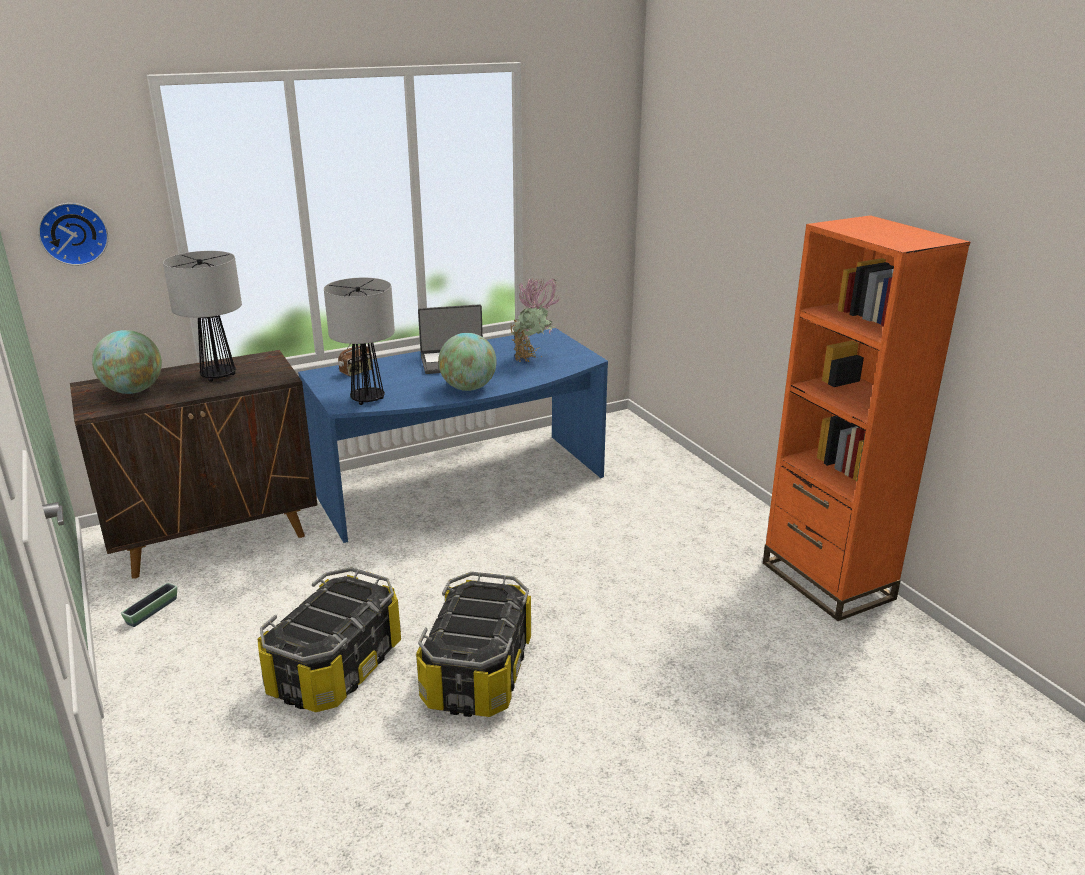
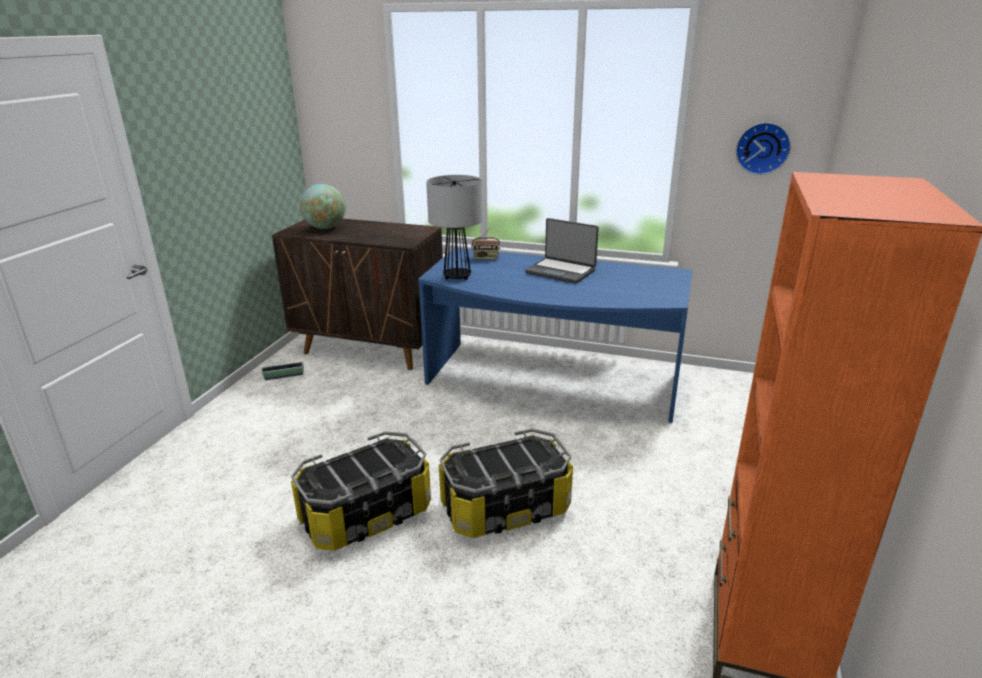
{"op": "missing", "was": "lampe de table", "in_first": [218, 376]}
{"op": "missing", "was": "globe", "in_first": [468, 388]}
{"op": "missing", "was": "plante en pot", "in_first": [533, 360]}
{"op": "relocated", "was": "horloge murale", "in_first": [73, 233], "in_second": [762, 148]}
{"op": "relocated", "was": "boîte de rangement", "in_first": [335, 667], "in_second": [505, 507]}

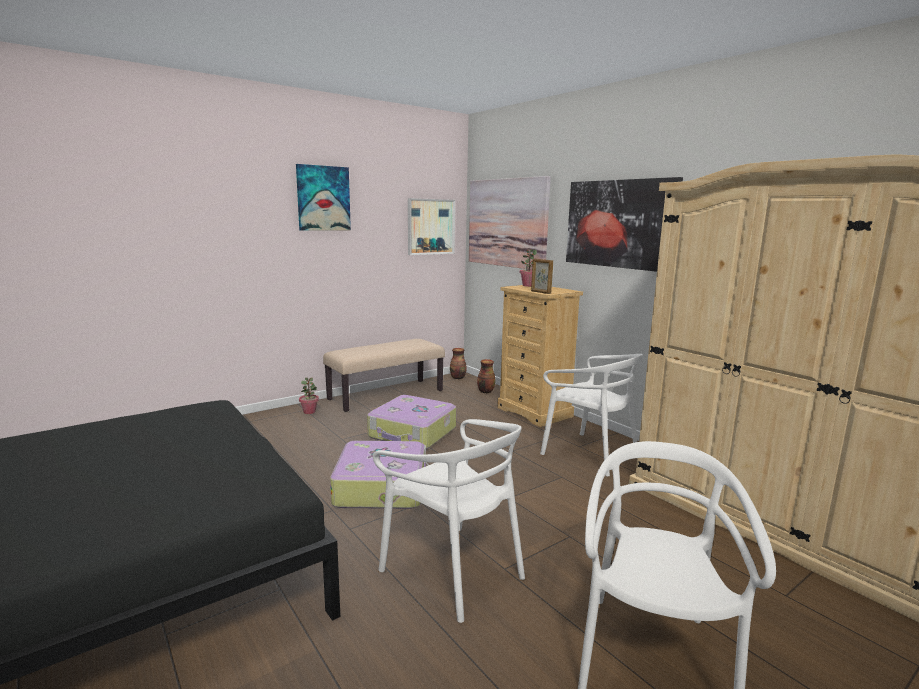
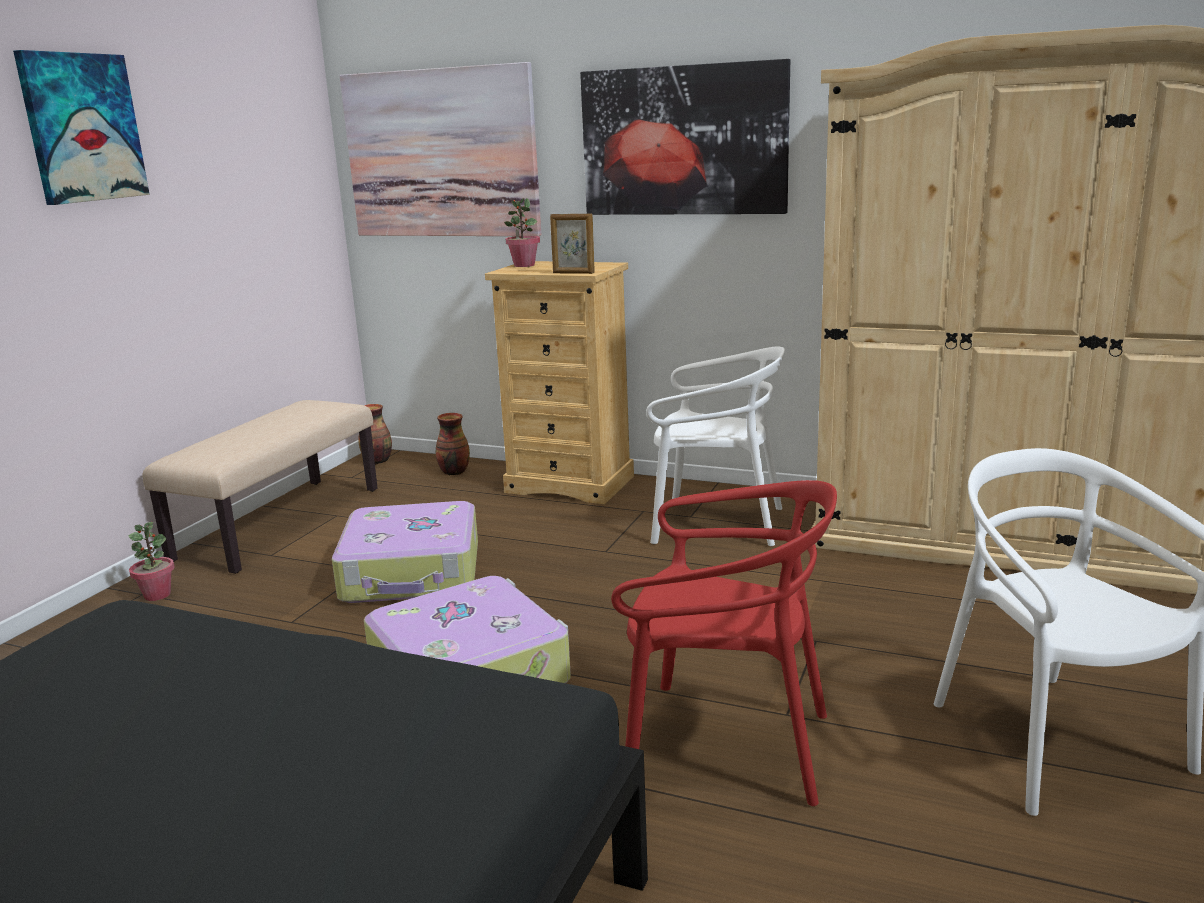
{"op": "missing", "was": "tableau", "in_first": [430, 226]}
{"op": "colour", "was": "chaise (blanc)", "now": "chaise (rouge)", "in_first": [453, 571], "in_second": [726, 746]}

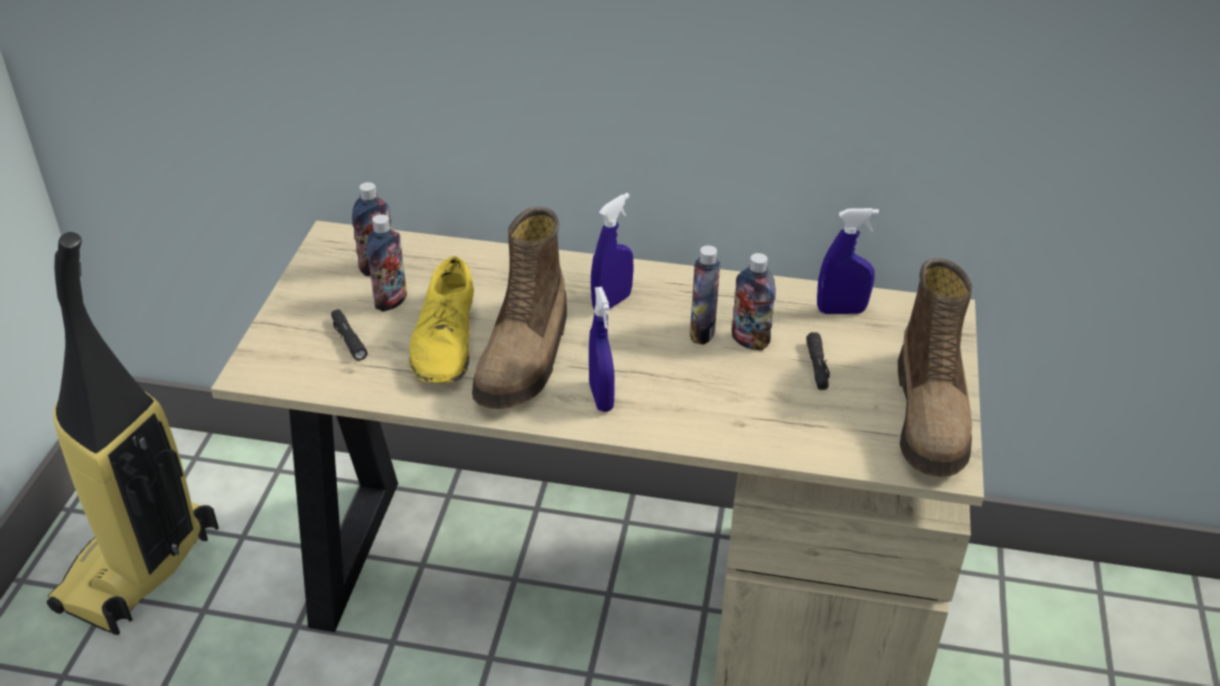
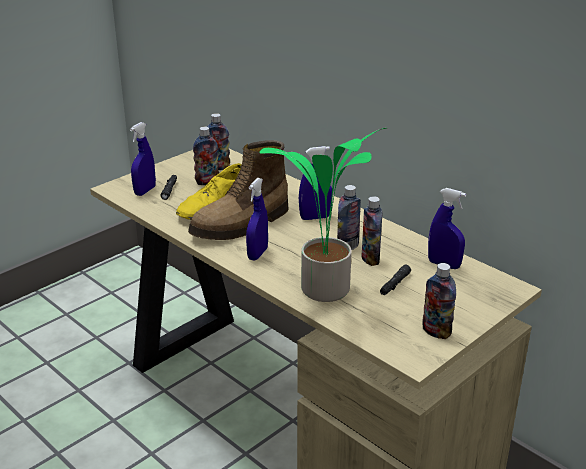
{"op": "missing", "was": "aspirateur", "in_first": [140, 571]}
{"op": "appeared", "now": "vaporisateur (bleu)", "in_second": [145, 191]}
{"op": "appeared", "now": "plante en pot", "in_second": [323, 292]}
{"op": "exchanged", "was": "botte", "now": "bouteille", "in_first": [931, 416], "in_second": [436, 332]}

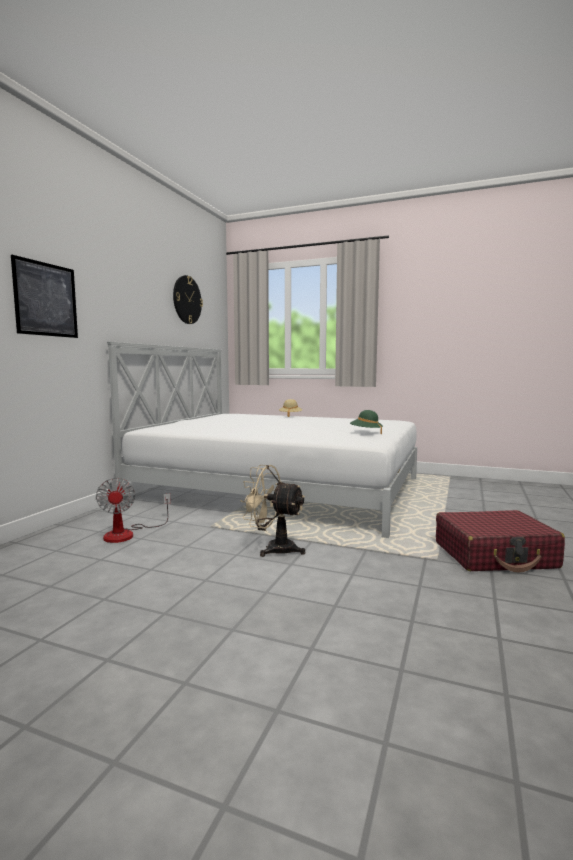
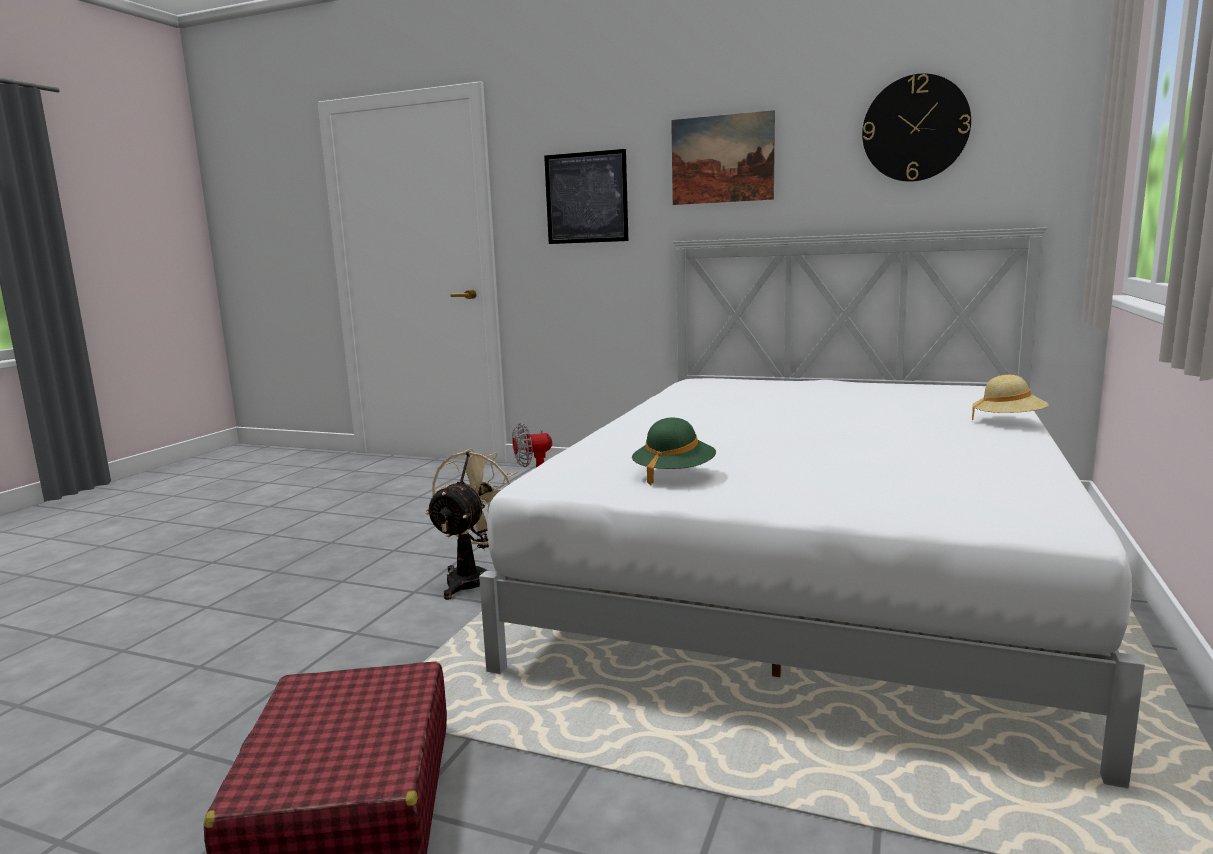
{"op": "appeared", "now": "tableau", "in_second": [722, 159]}

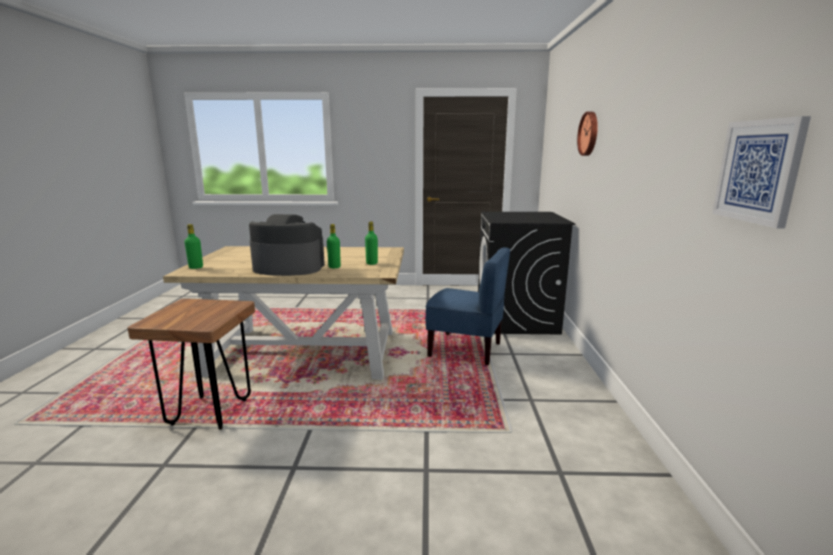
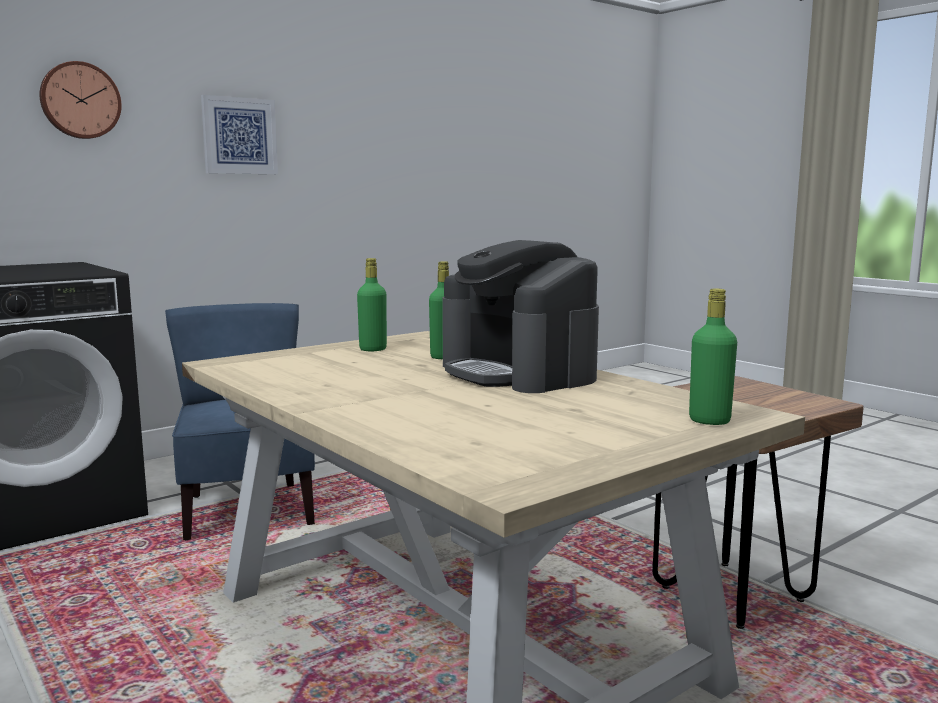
{"op": "relocated", "was": "tableau", "in_first": [758, 171], "in_second": [239, 136]}

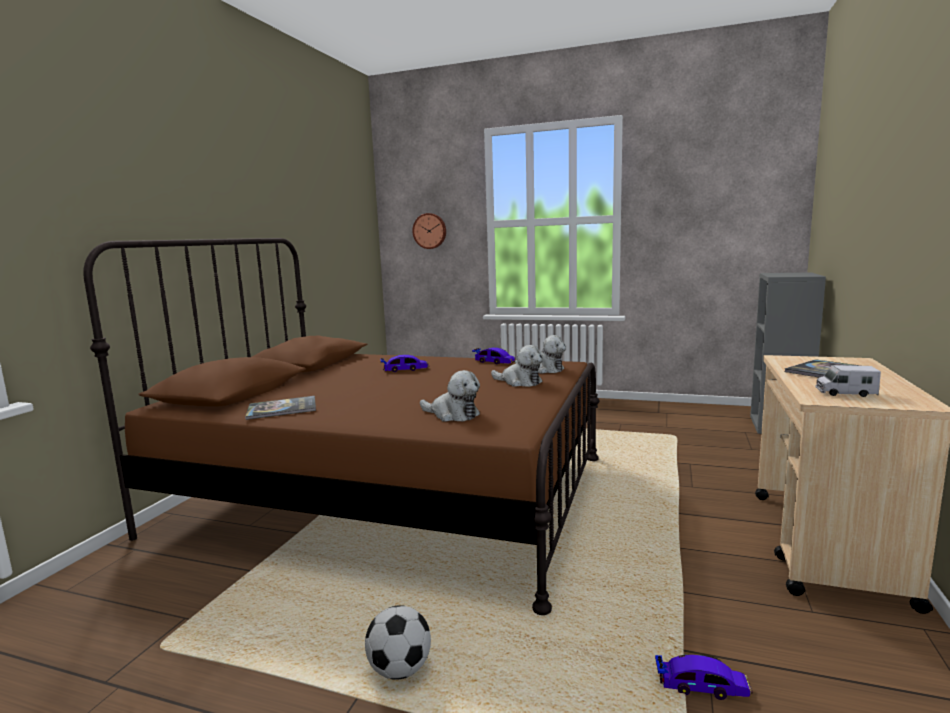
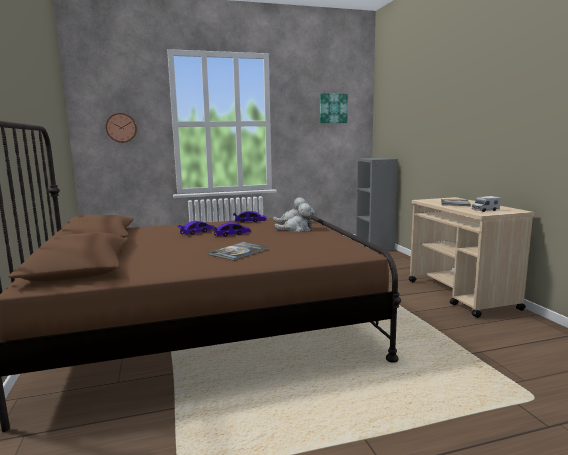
{"op": "missing", "was": "ballon de foot", "in_first": [400, 669]}
{"op": "missing", "was": "peluche", "in_first": [452, 415]}
{"op": "appeared", "now": "tableau", "in_second": [333, 108]}
{"op": "relocated", "was": "livre", "in_first": [282, 409], "in_second": [238, 252]}
{"op": "relocated", "was": "petite voiture", "in_first": [702, 686], "in_second": [231, 234]}

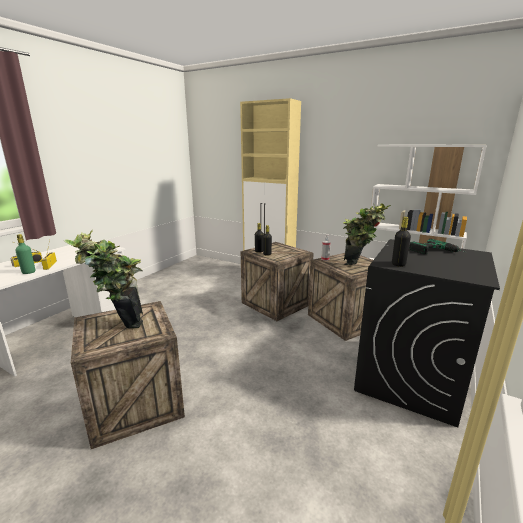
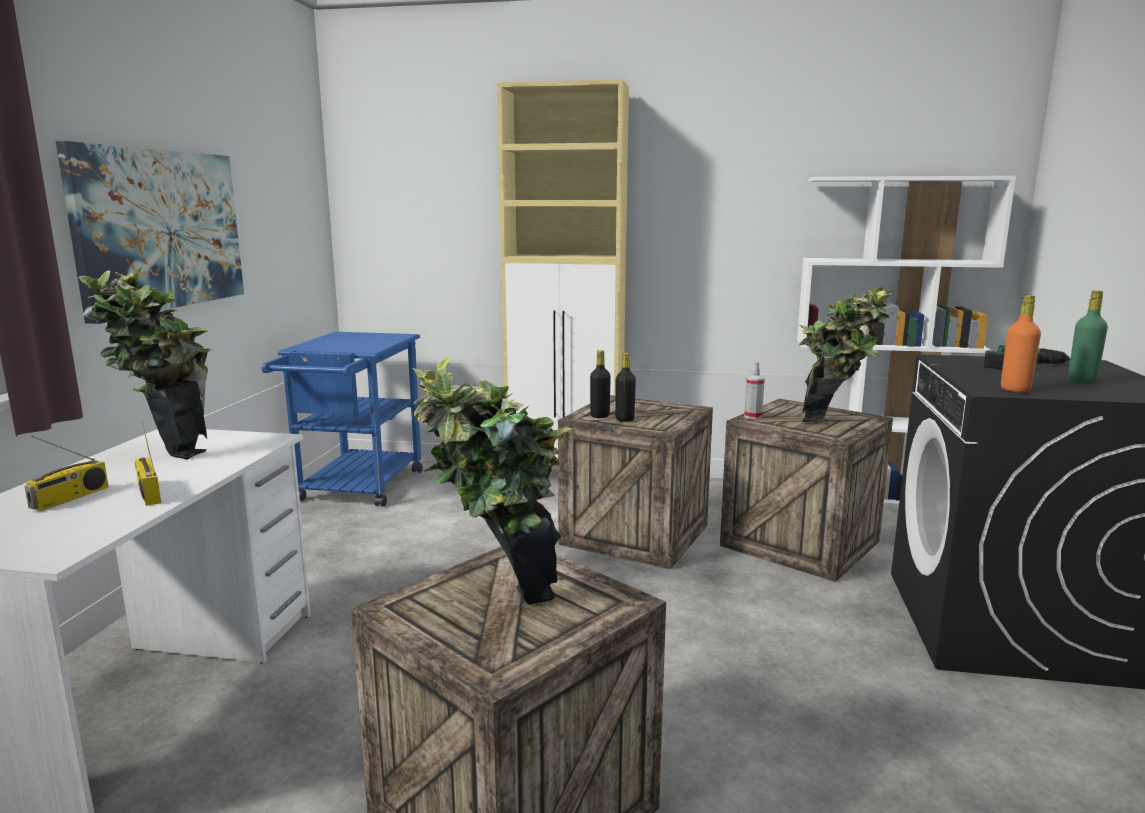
{"op": "appeared", "now": "tableau", "in_second": [161, 230]}
{"op": "appeared", "now": "plante en pot", "in_second": [165, 452]}
{"op": "appeared", "now": "chariot (bleu)", "in_second": [356, 489]}
{"op": "relocated", "was": "bouteille (vert)", "in_first": [28, 272], "in_second": [1081, 381]}
{"op": "colour", "was": "bouteille (noir)", "now": "bouteille (orange)", "in_first": [398, 264], "in_second": [1015, 389]}

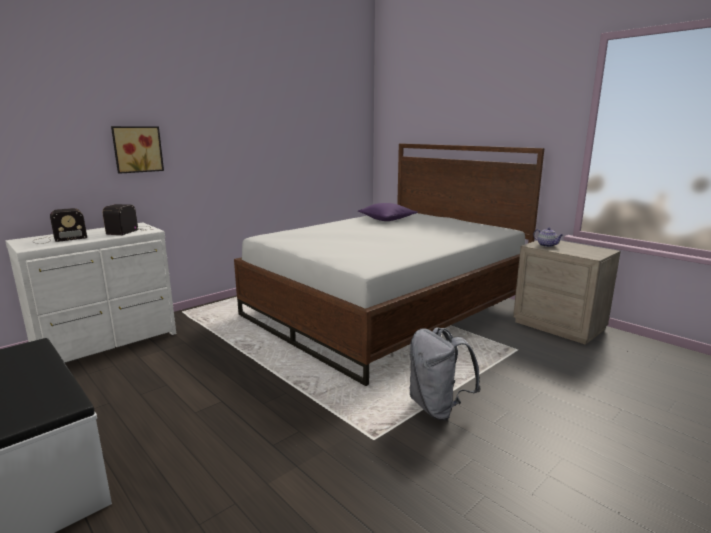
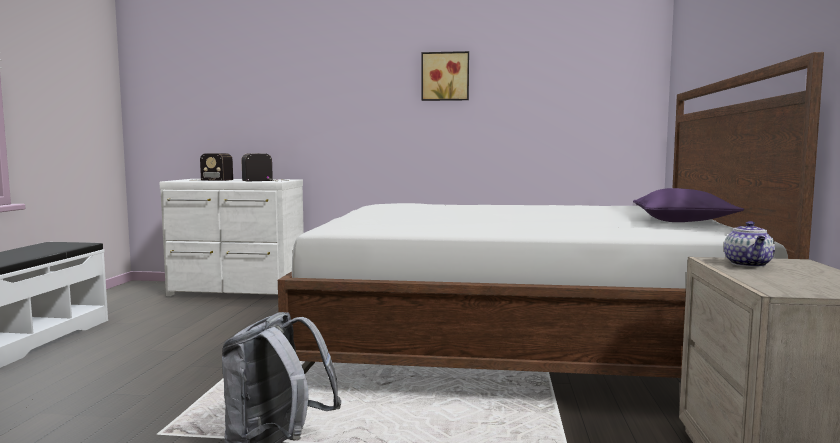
{"op": "relocated", "was": "tableau", "in_first": [137, 149], "in_second": [445, 76]}
{"op": "relocated", "was": "coussin (violet)", "in_first": [387, 219], "in_second": [682, 221]}

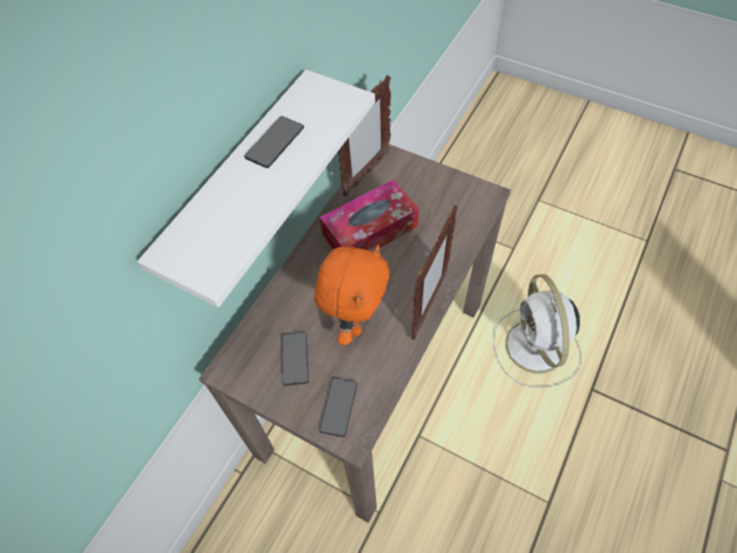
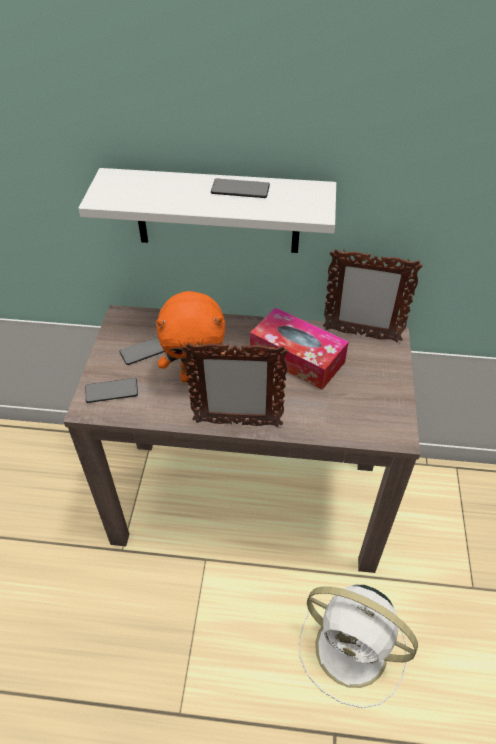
{"op": "spun", "was": "ventilateur (blanc)", "in_first": [536, 349], "in_second": [354, 650], "clockwise": -120}

